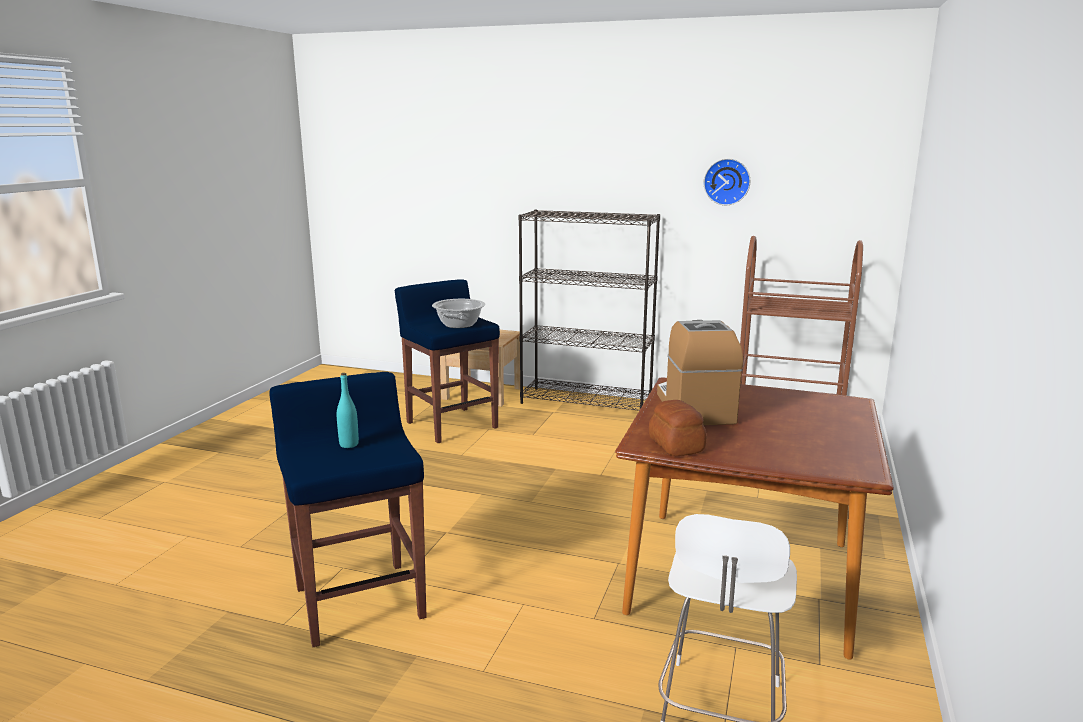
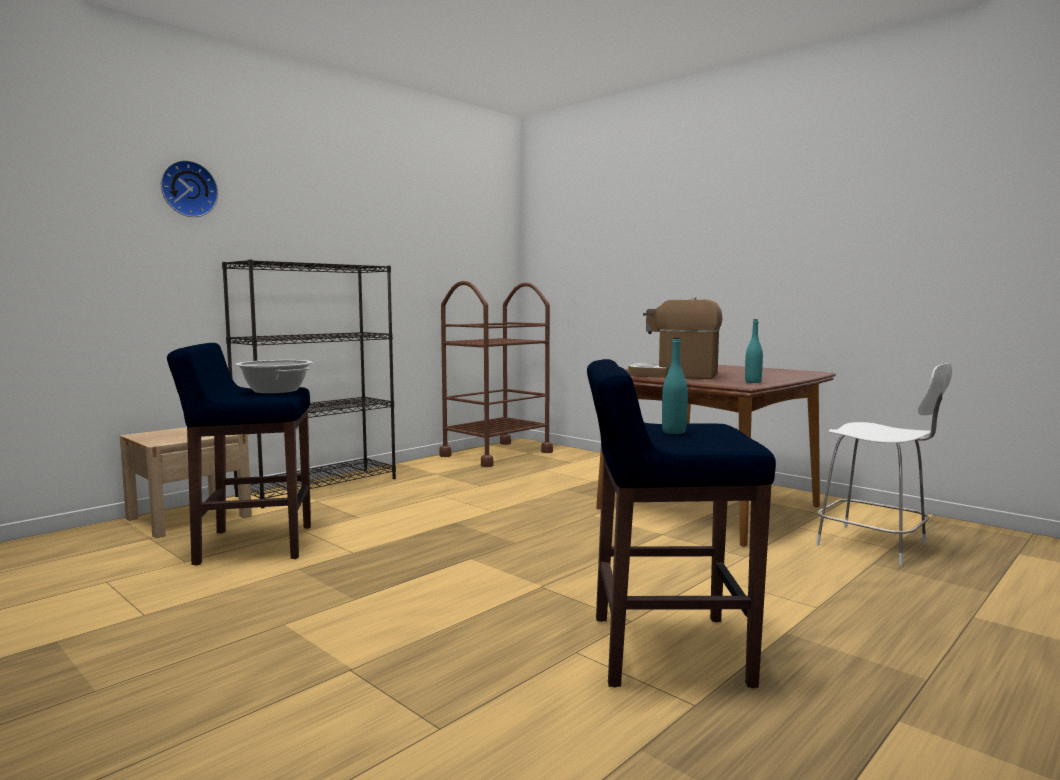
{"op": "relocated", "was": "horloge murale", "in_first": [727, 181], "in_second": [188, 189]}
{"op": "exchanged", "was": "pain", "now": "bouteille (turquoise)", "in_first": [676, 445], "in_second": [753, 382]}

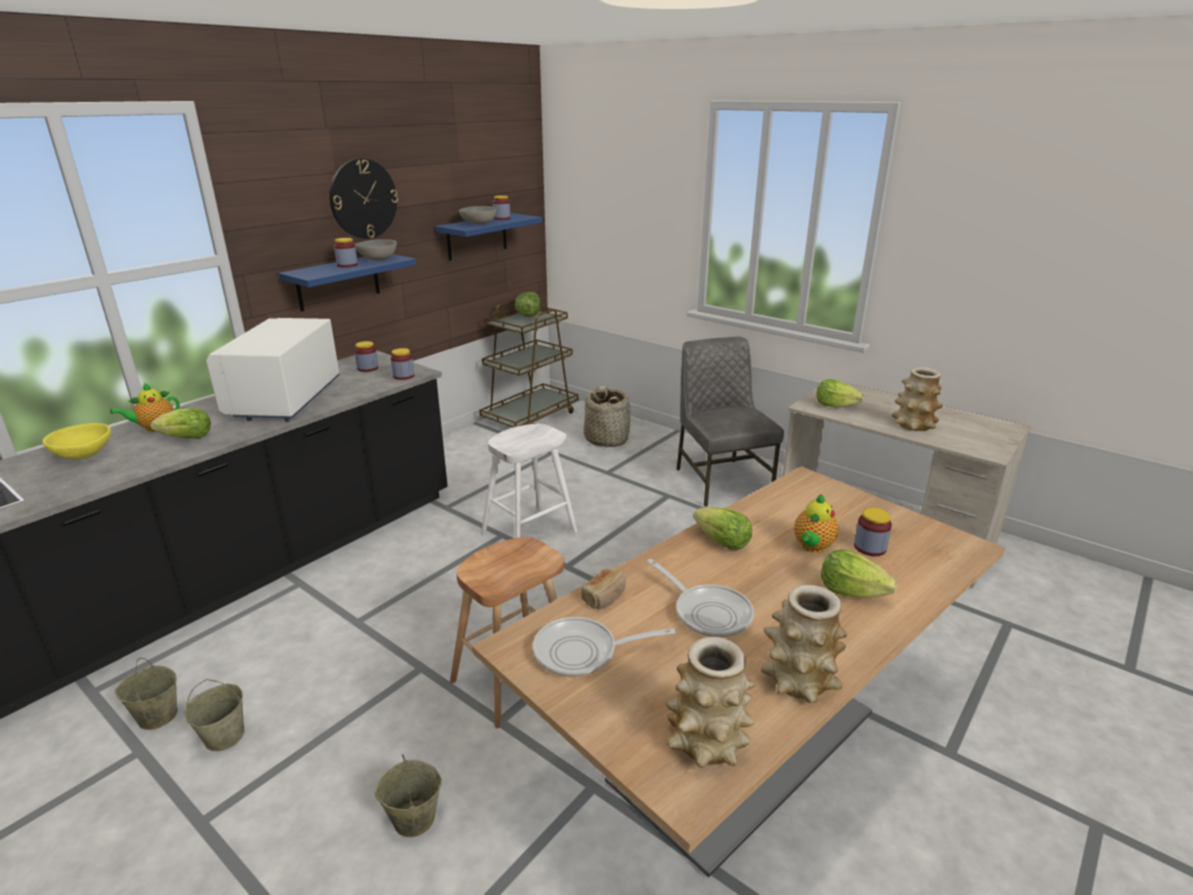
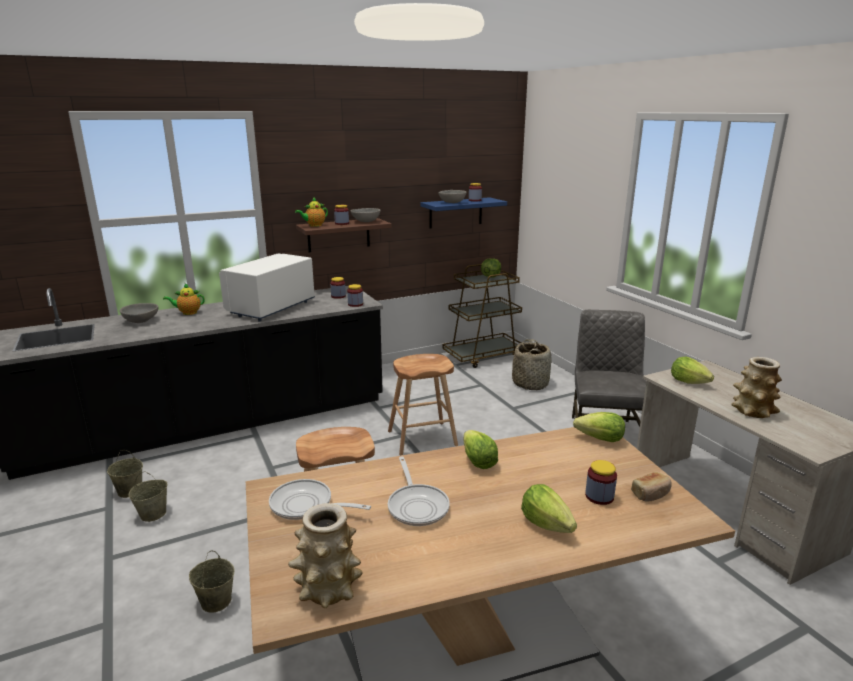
{"op": "missing", "was": "horloge murale", "in_first": [363, 199]}
{"op": "missing", "was": "vase", "in_first": [798, 680]}
{"op": "relocated", "was": "laitue", "in_first": [187, 438], "in_second": [600, 439]}
{"op": "relocated", "was": "pain", "in_first": [605, 597], "in_second": [651, 494]}
{"op": "relocated", "was": "théière", "in_first": [812, 547], "in_second": [314, 225]}
{"op": "colour", "was": "bol (jaune)", "now": "bol (gris)", "in_first": [83, 455], "in_second": [141, 321]}
{"op": "colour", "was": "étagère (bleu)", "now": "étagère (marron)", "in_first": [338, 282], "in_second": [338, 235]}
{"op": "colour", "was": "tabouret (blanc)", "now": "tabouret (marron)", "in_first": [529, 533], "in_second": [422, 438]}

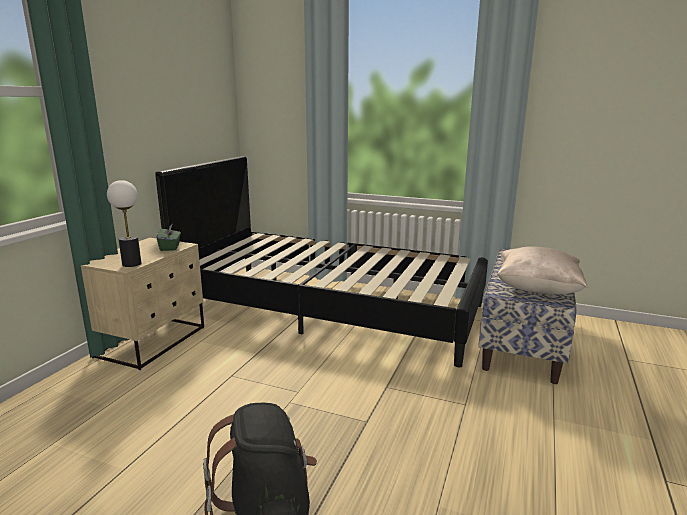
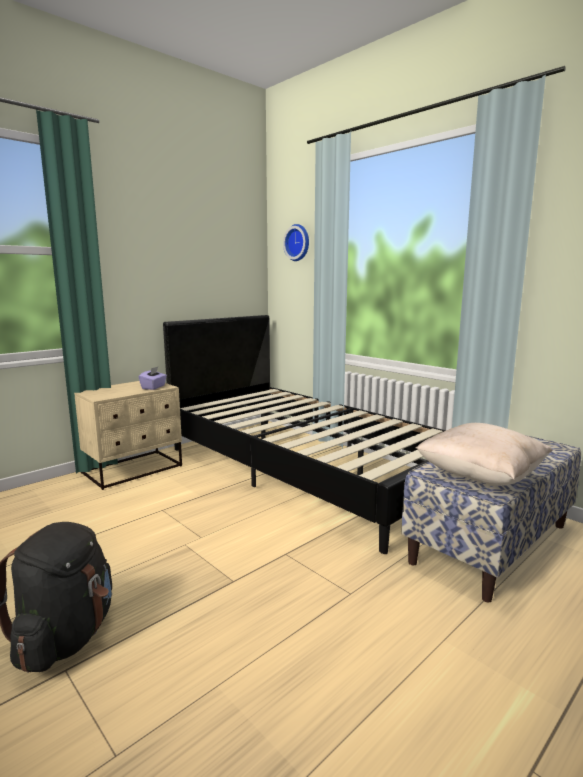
{"op": "missing", "was": "lampe de table", "in_first": [132, 264]}
{"op": "appeared", "now": "horloge murale", "in_second": [298, 243]}
{"op": "colour", "was": "boîte à mouchoirs (vert)", "now": "boîte à mouchoirs (violet)", "in_first": [170, 247], "in_second": [153, 387]}

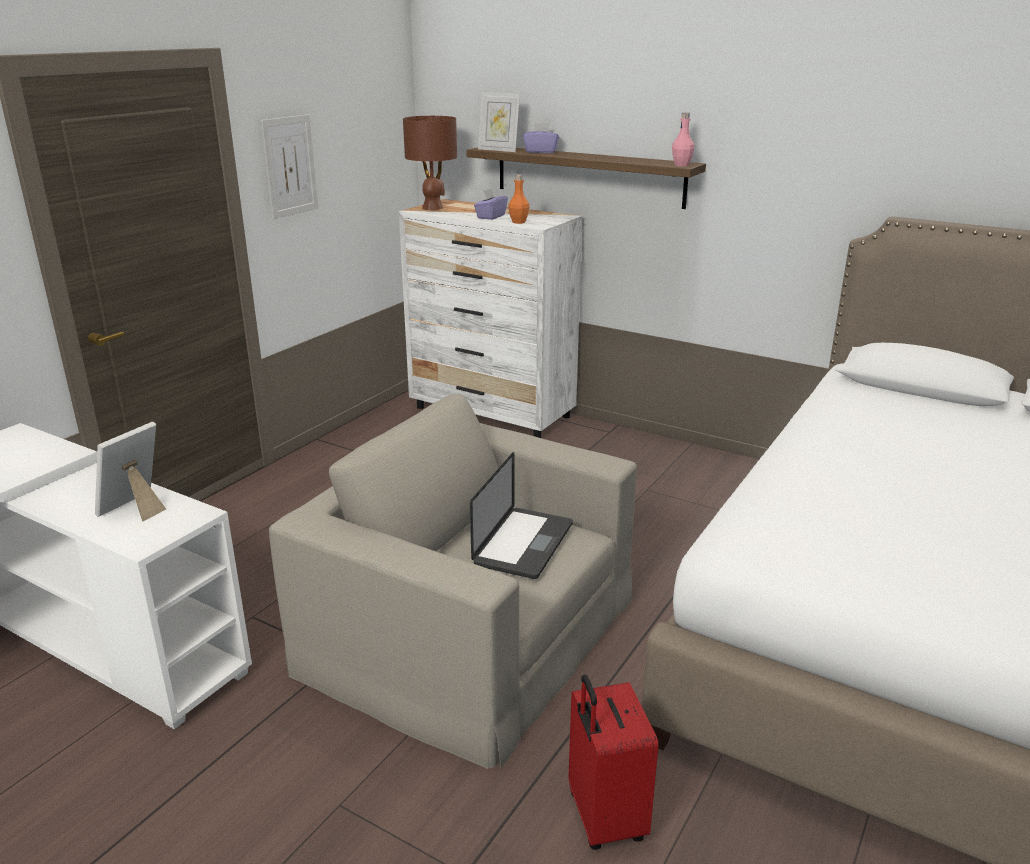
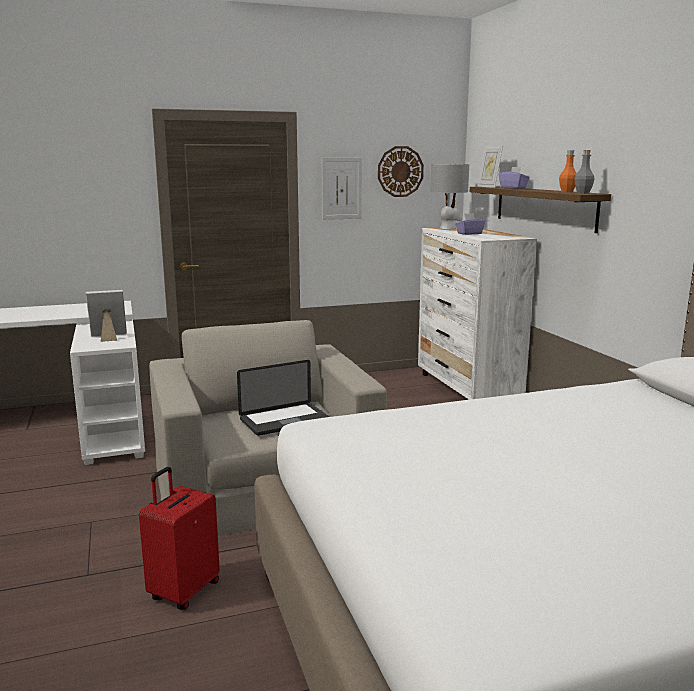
{"op": "appeared", "now": "horloge murale", "in_second": [400, 171]}
{"op": "relocated", "was": "bouteille (orange)", "in_first": [518, 222], "in_second": [567, 192]}
{"op": "colour", "was": "lampe de table (marron)", "now": "lampe de table (gris)", "in_first": [433, 208], "in_second": [447, 228]}
{"op": "colour", "was": "bouteille (rose)", "now": "bouteille (gris)", "in_first": [681, 165], "in_second": [583, 193]}

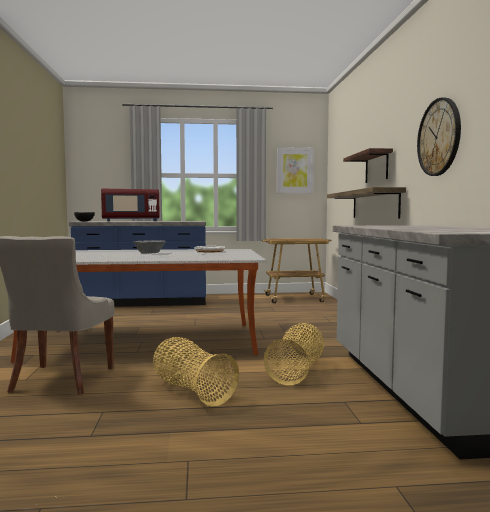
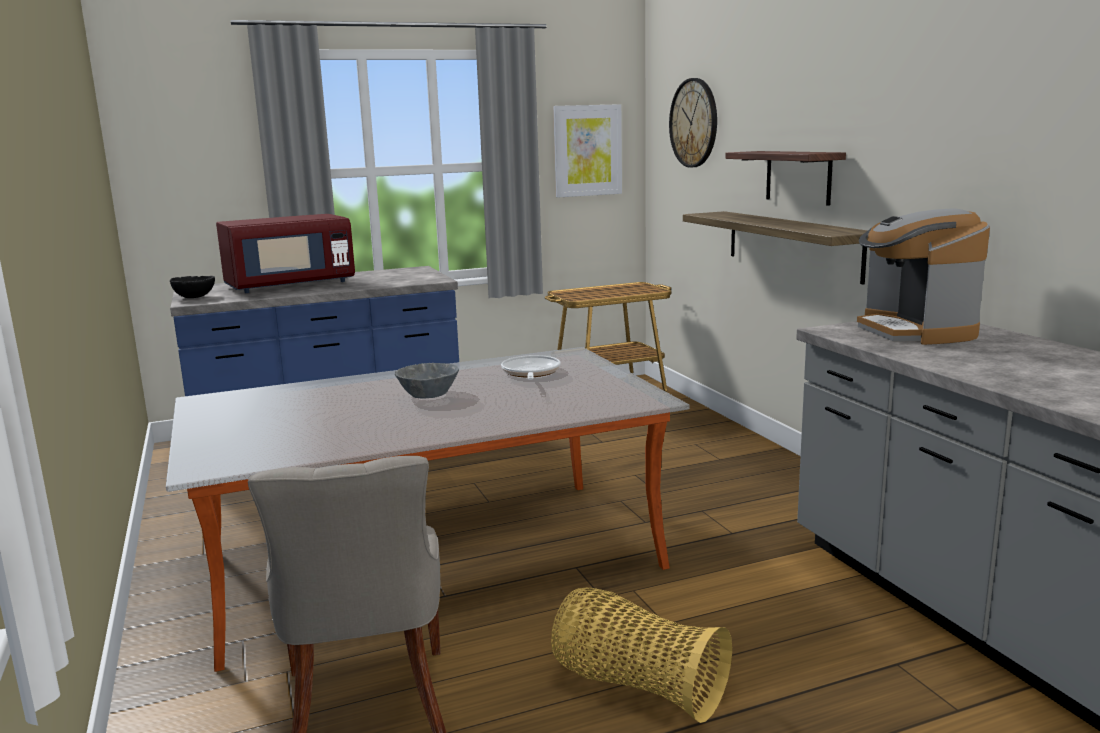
{"op": "missing", "was": "panier", "in_first": [297, 371]}
{"op": "appeared", "now": "machine à café", "in_second": [915, 331]}
{"op": "relocated", "was": "horloge murale", "in_first": [439, 137], "in_second": [694, 123]}

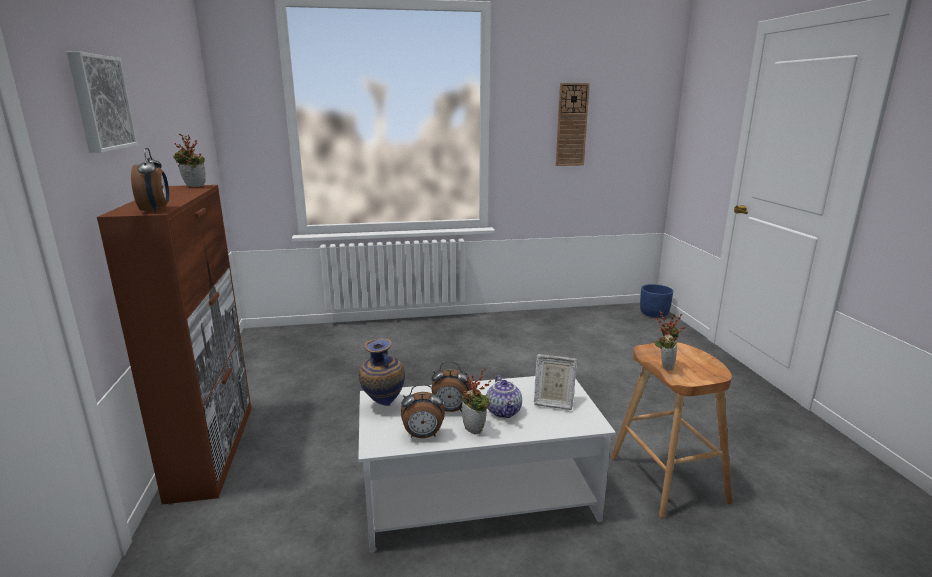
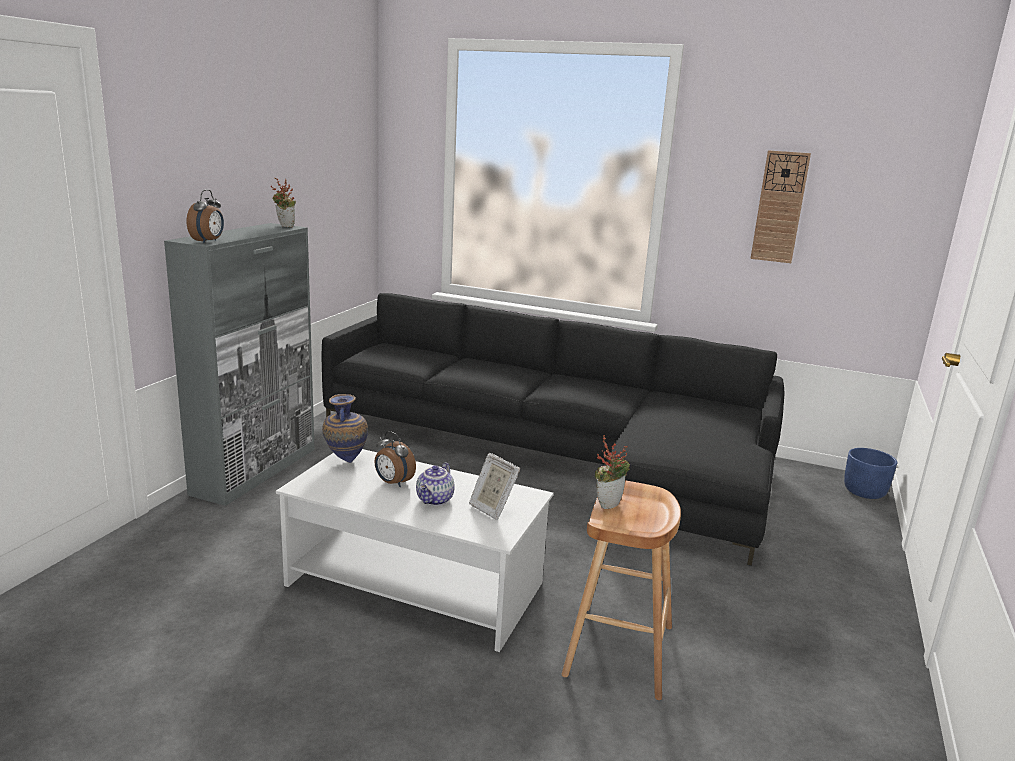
{"op": "missing", "was": "tableau", "in_first": [99, 103]}
{"op": "missing", "was": "réveil", "in_first": [423, 436]}
{"op": "missing", "was": "plante en pot", "in_first": [476, 429]}
{"op": "appeared", "now": "canapé (noir)", "in_second": [558, 456]}
{"op": "colour", "was": "meuble de rangement (marron)", "now": "meuble de rangement (gris)", "in_first": [213, 449], "in_second": [256, 470]}

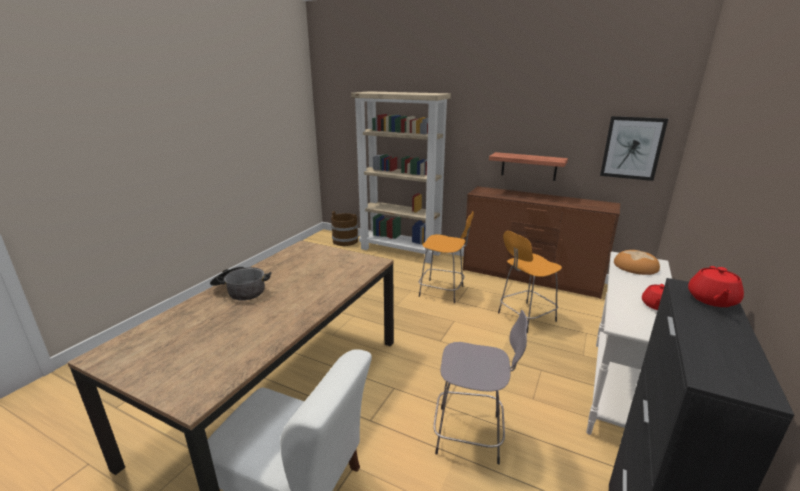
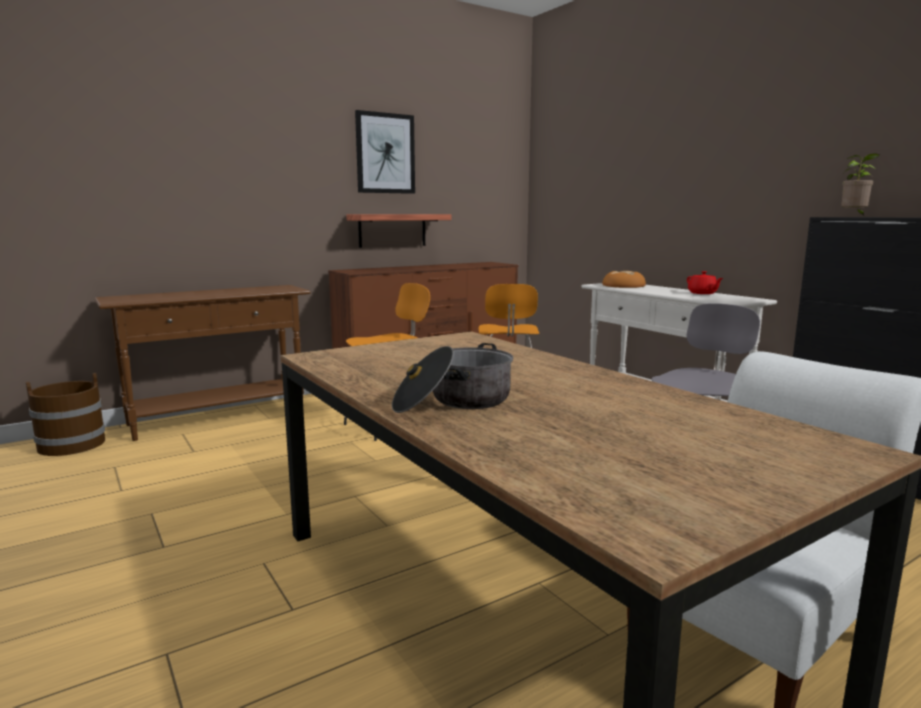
{"op": "relocated", "was": "tableau", "in_first": [632, 148], "in_second": [385, 153]}
{"op": "exchanged", "was": "bibliothèque (beige)", "now": "table console (marron)", "in_first": [401, 251], "in_second": [219, 418]}
{"op": "exchanged", "was": "théière (rouge)", "now": "plante en pot", "in_first": [711, 300], "in_second": [854, 216]}

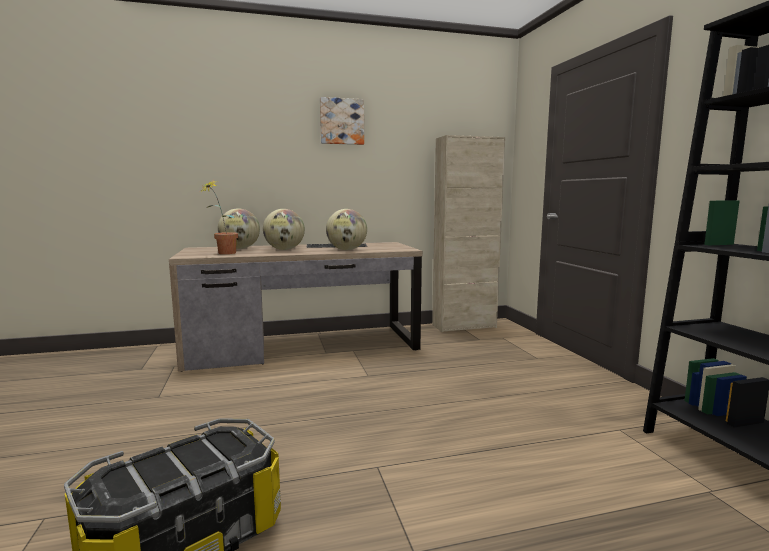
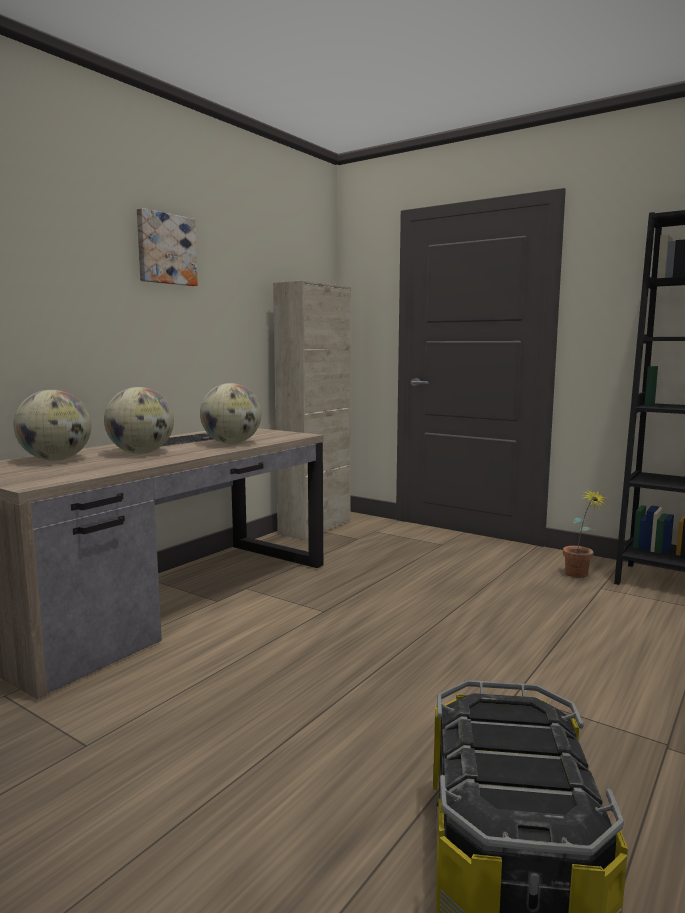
{"op": "relocated", "was": "plante en pot", "in_first": [222, 253], "in_second": [580, 576]}

